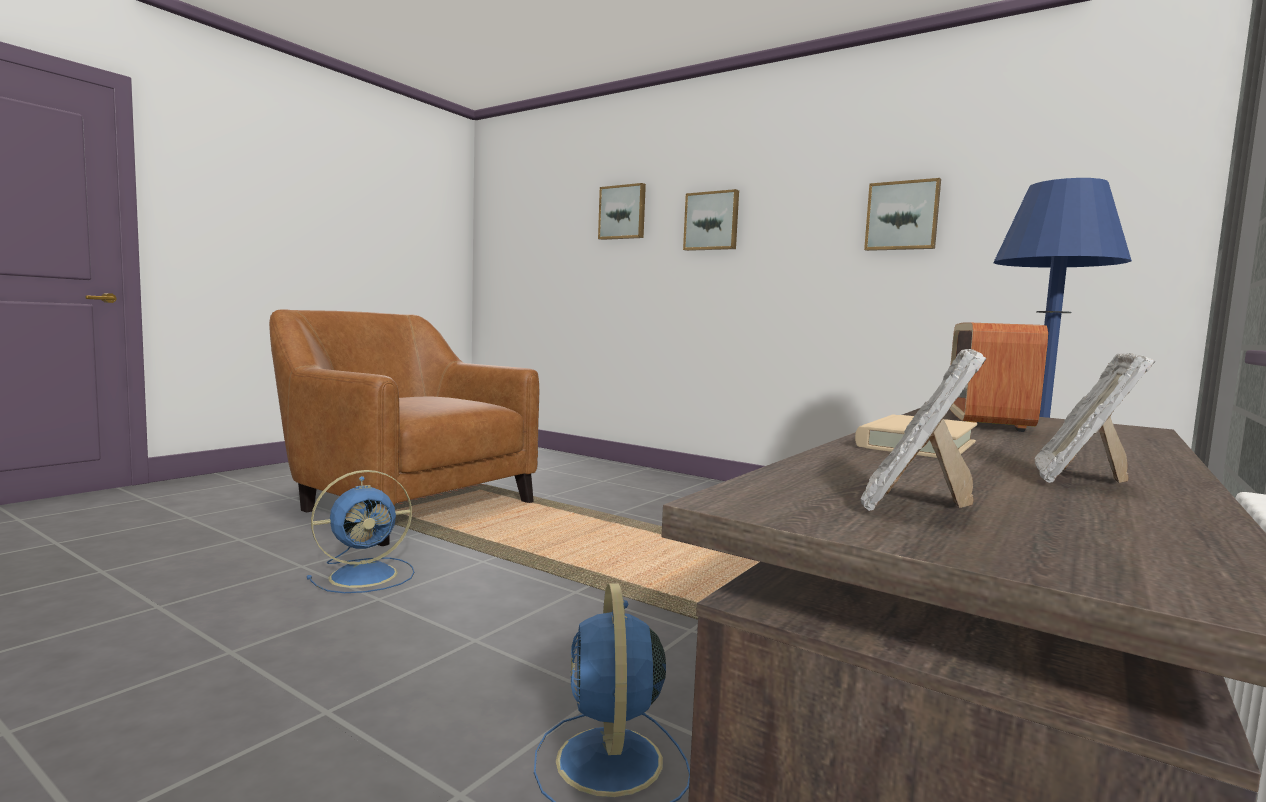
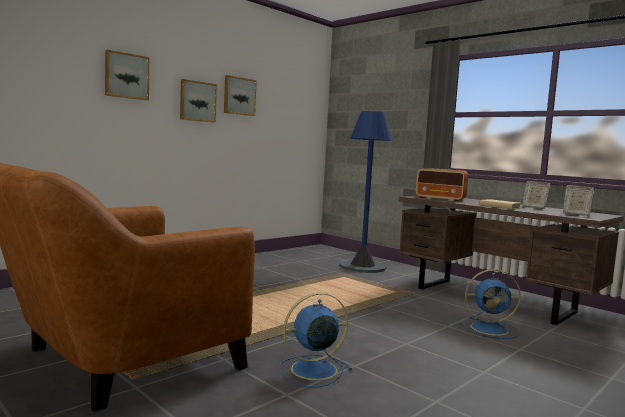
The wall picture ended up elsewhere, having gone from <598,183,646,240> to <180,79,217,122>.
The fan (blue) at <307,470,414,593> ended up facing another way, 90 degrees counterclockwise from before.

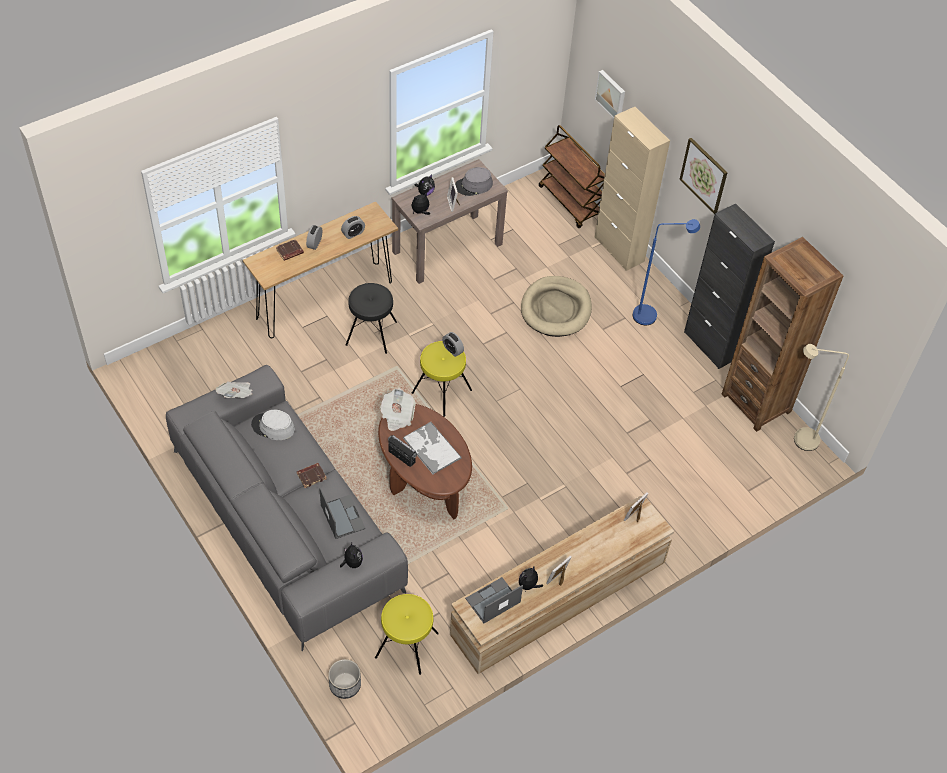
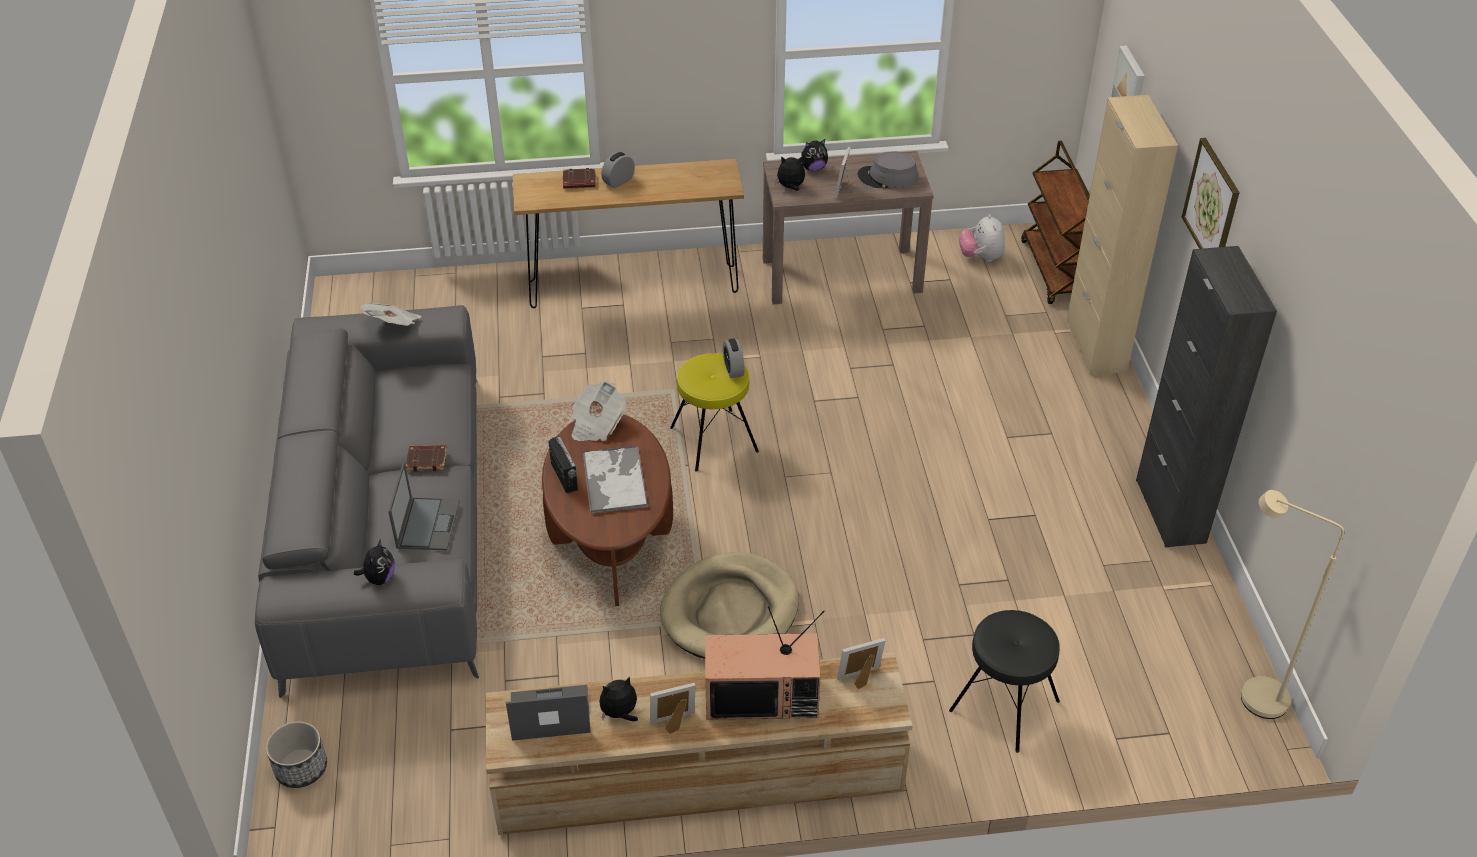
The second view lost the bedside clock at <341,216,365,239>.
The second view lost the standing lamp (blue) at <633,219,700,325>.
The second view lost the shelving unit (brown-coloured) at <722,237,843,432>.
The dog cushion (beige-coloured) ended up elsewhere, having gone from <521,276,592,337> to <660,552,799,659>.
The stool seat (black) ended up elsewhere, having gone from <346,283,397,354> to <949,610,1060,753>.
The second view lost the hat (gray) at <251,410,295,440>.
The second view lost the stool seat (yellowish) at <375,594,439,675>.
The second view gained the plush toy at <959,214,1005,262>.
The second view gained the TV at <705,606,825,720>.

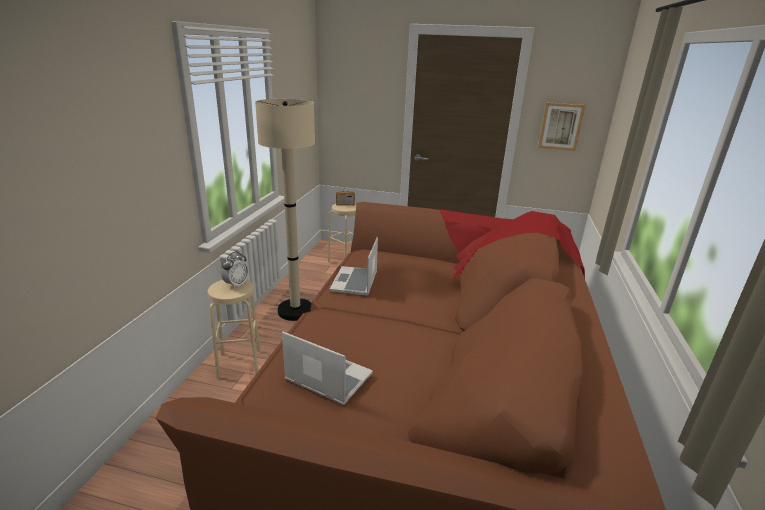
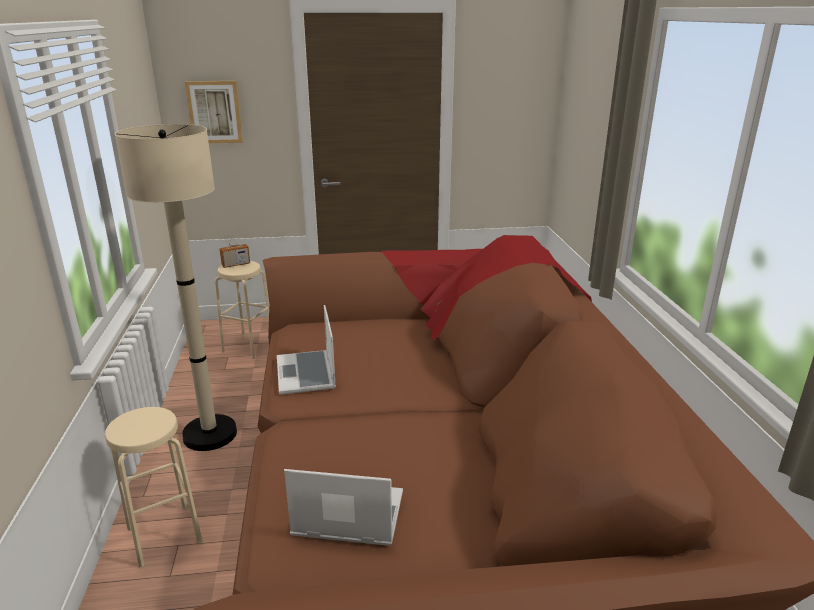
The wall picture ended up elsewhere, having gone from <538,102,585,151> to <185,81,243,143>.
The second view lost the bedside clock at <221,251,249,288>.

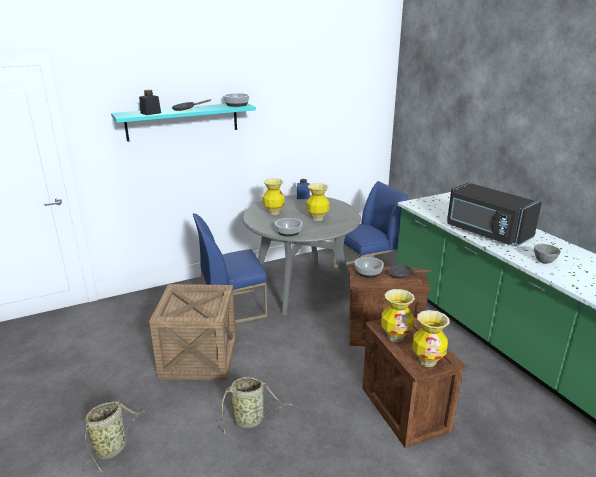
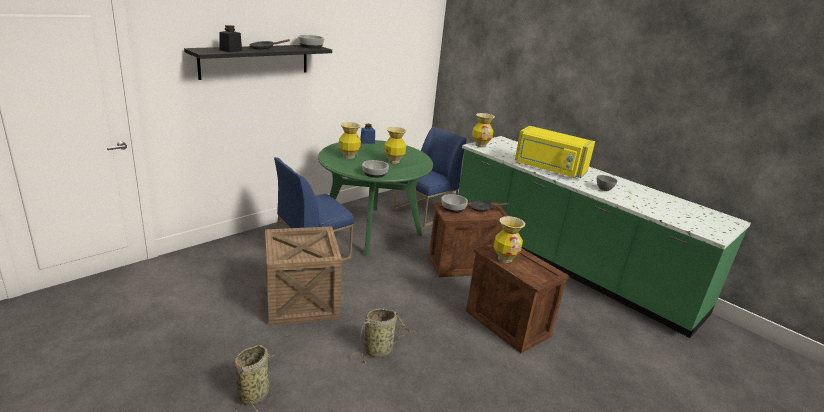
What was the wall shelf (blue-green) at <111,103,256,141> turned into the wall shelf (black) at <184,45,332,80>.
What was the microwave oven (black) at <447,183,542,246> turned into the microwave oven (yellowish) at <515,126,595,178>.
What was the dinner table (gray) at <243,195,361,316> turned into the dinner table (green) at <318,140,433,256>.
The flower vase ended up elsewhere, having gone from <412,310,450,367> to <472,113,495,147>.

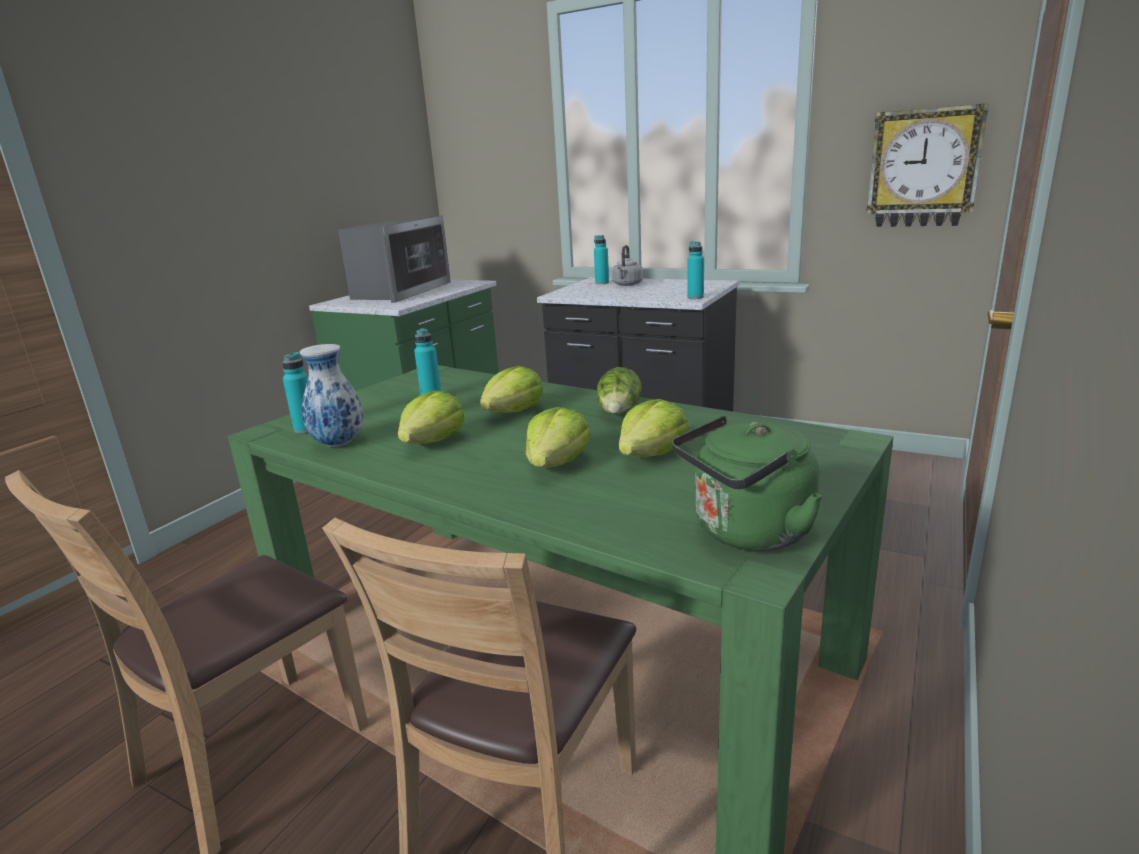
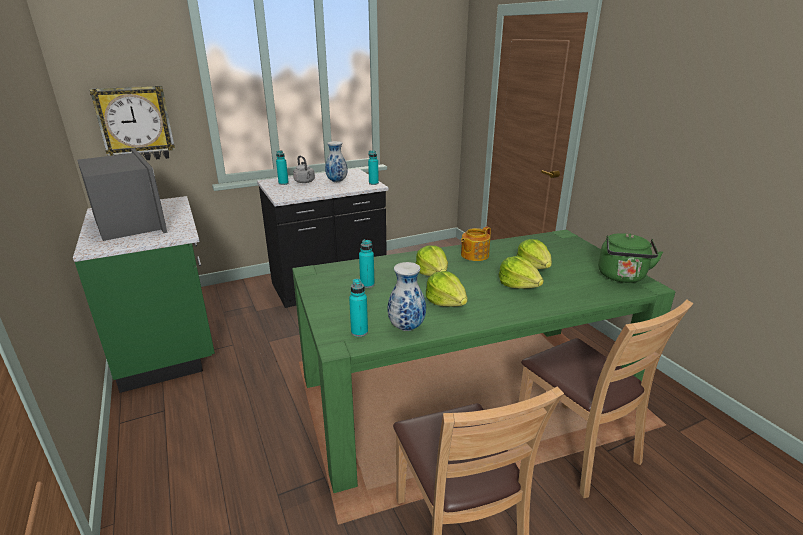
The wall clock ended up elsewhere, having gone from <867,104,989,227> to <90,86,175,160>.
Where the head of lettuce stood at <596,367,641,414>, the teapot came to stand at <461,227,491,261>.
The second view gained the flower vase at <325,141,348,182>.

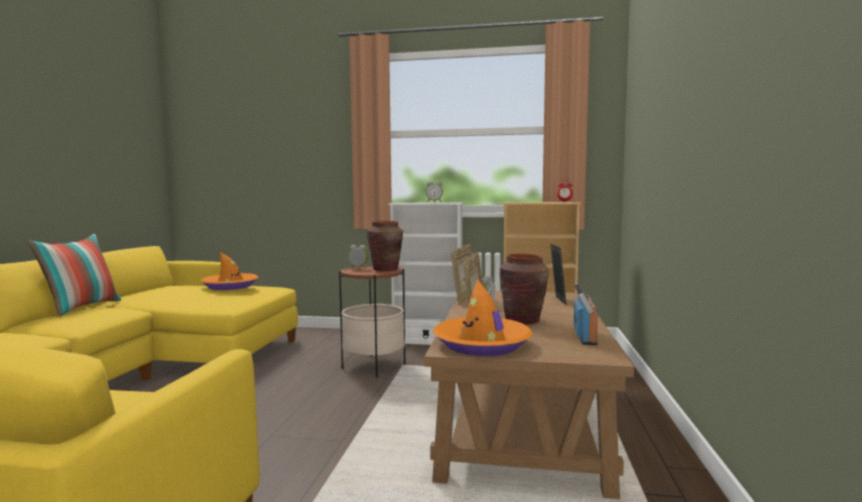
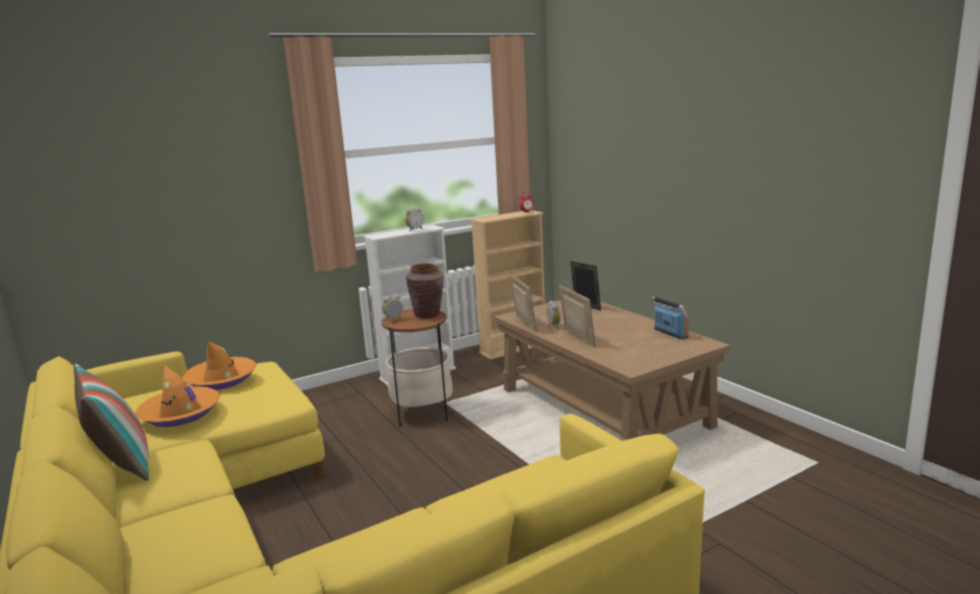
The second view lost the flower vase (brown-coloured) at <499,254,549,324>.
The hat (orange) ended up elsewhere, having gone from <433,279,533,356> to <135,365,220,427>.

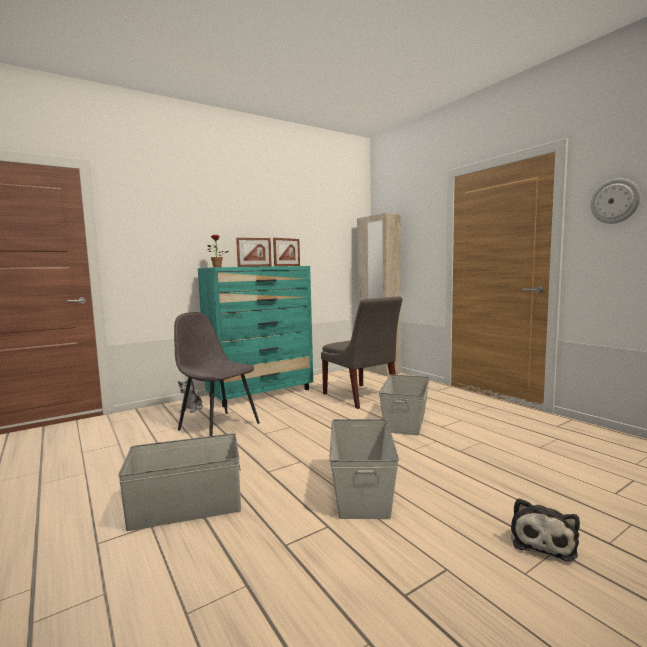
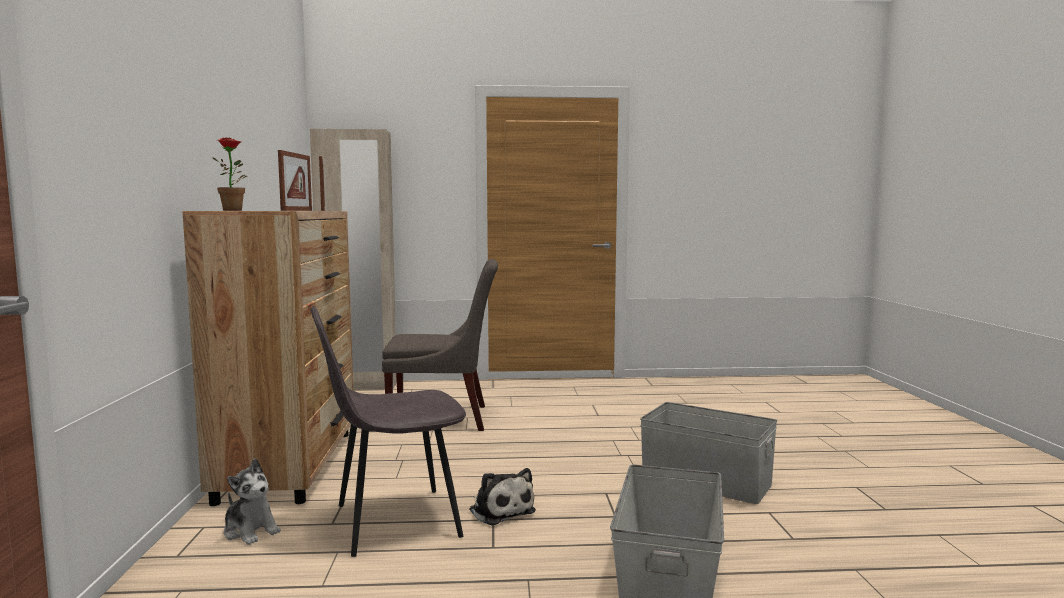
The second view lost the wall clock at <591,178,641,224>.
What was the drawer chest (blue-green) at <198,266,313,407> turned into the drawer chest (brown-coloured) at <182,211,354,506>.
The second view lost the storage container (gray) at <379,374,430,436>.
The plush toy ended up elsewhere, having gone from <511,498,580,562> to <469,468,536,526>.

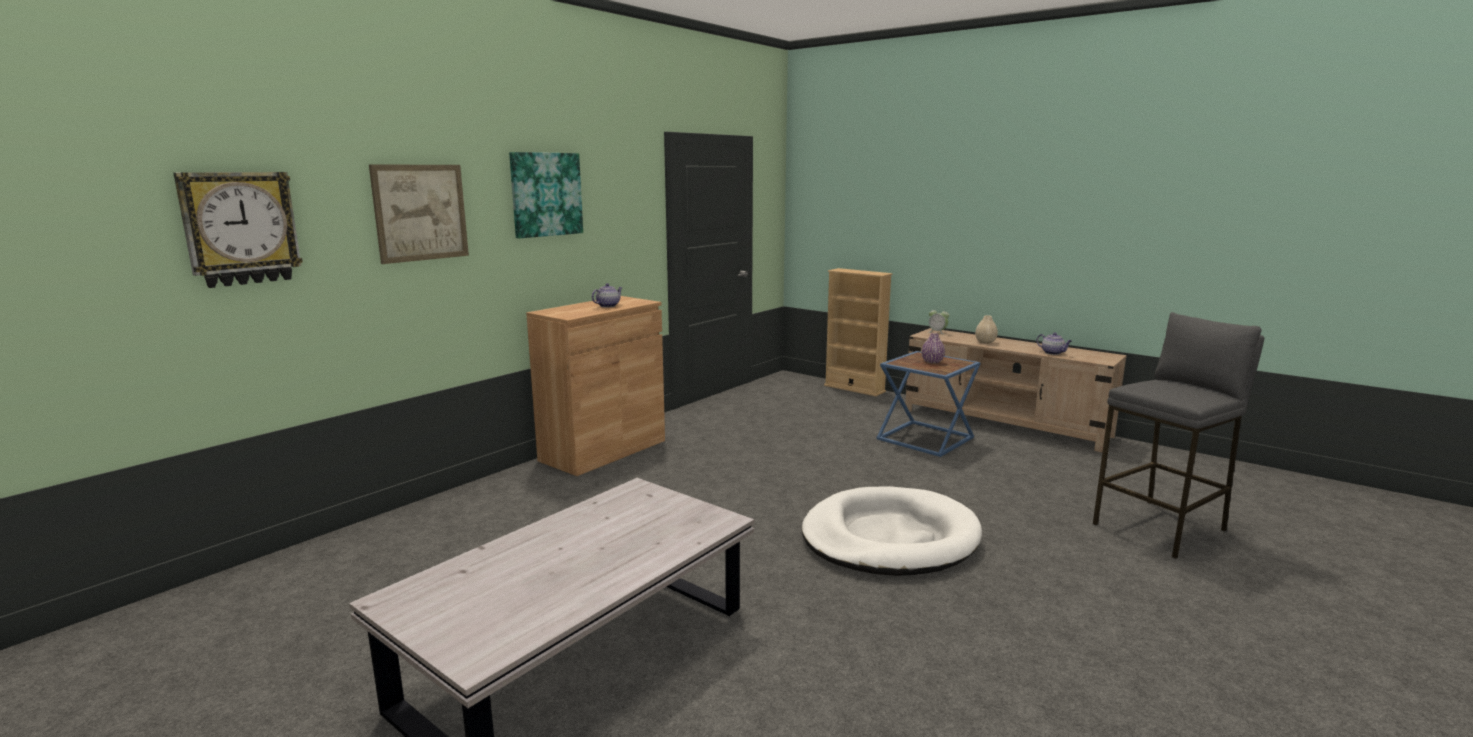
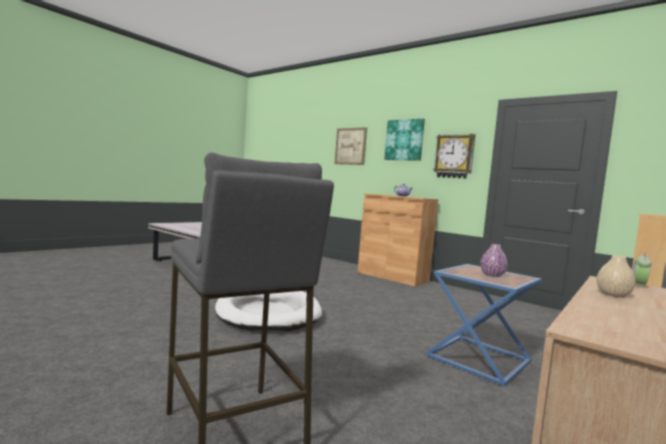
The wall clock ended up elsewhere, having gone from <174,172,303,288> to <433,134,475,179>.
The second view lost the teapot at <1036,332,1072,355>.

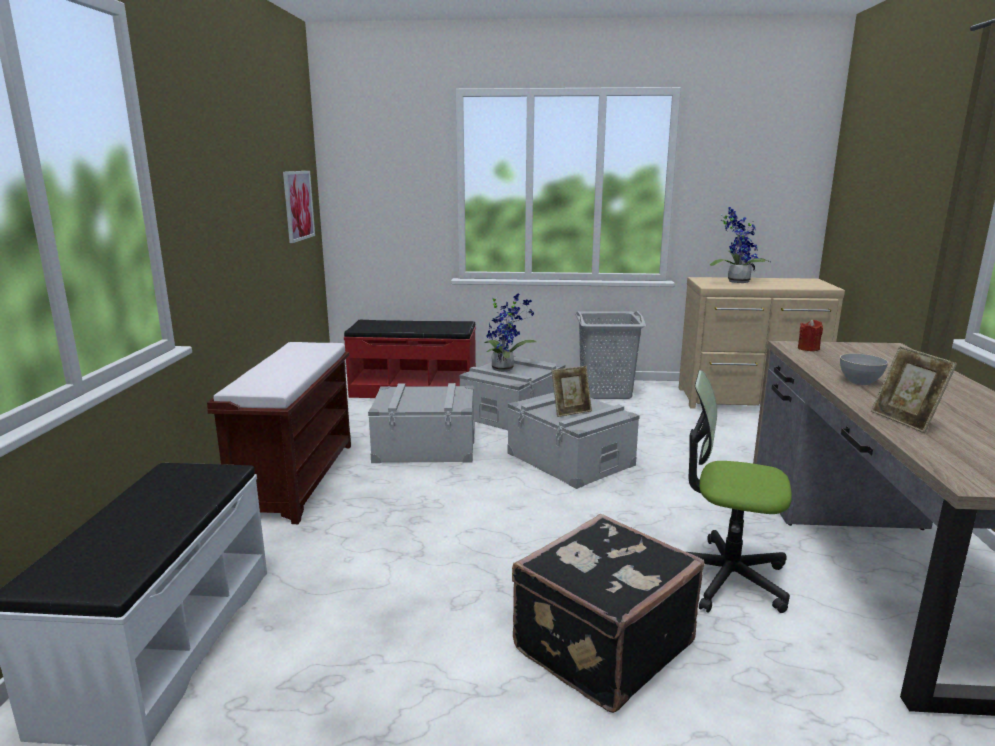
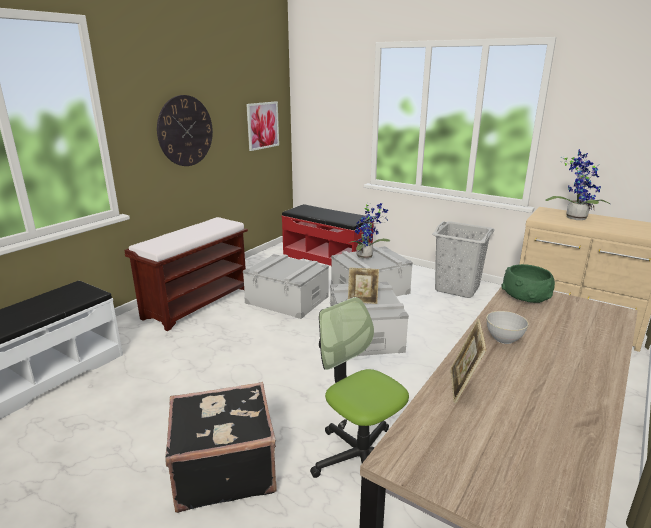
Where the wax light (reddish) stood at <798,319,823,351>, the serving bowl (green) came to stand at <501,264,555,303>.
The second view gained the wall clock at <157,95,213,166>.

